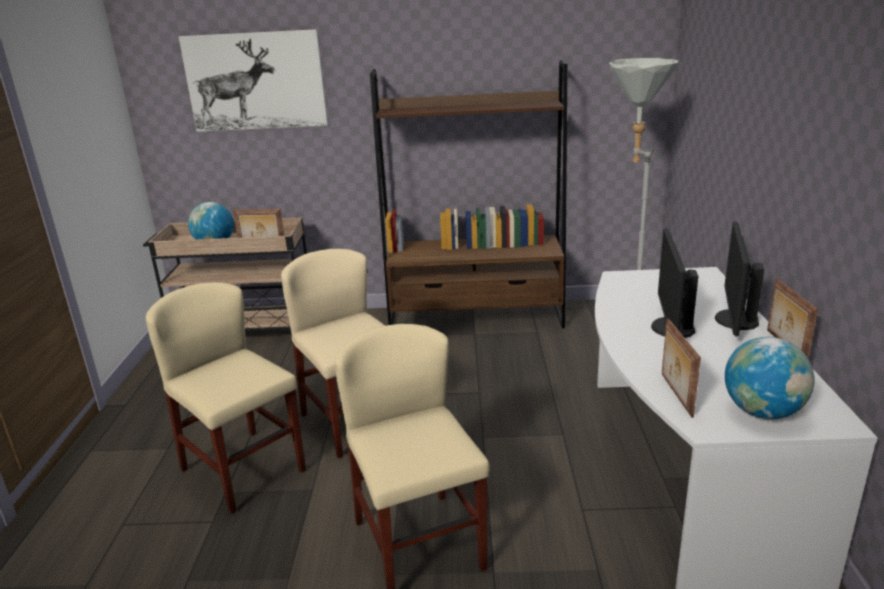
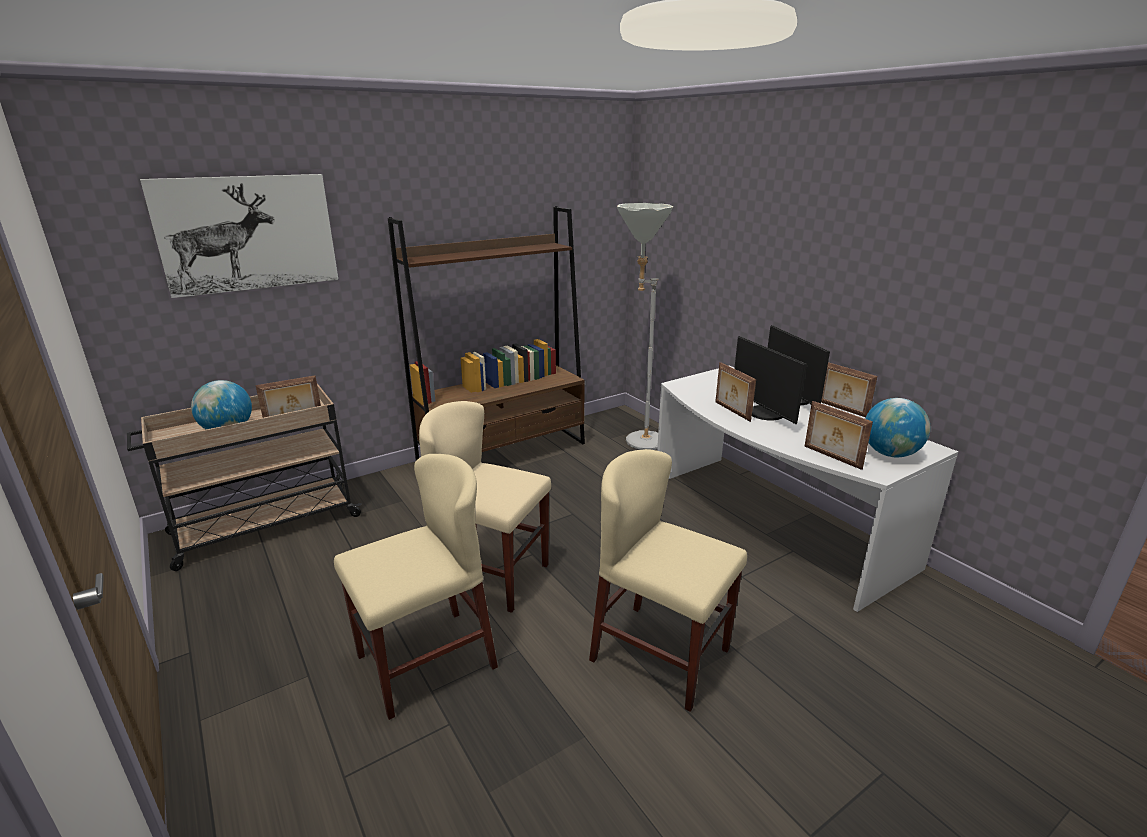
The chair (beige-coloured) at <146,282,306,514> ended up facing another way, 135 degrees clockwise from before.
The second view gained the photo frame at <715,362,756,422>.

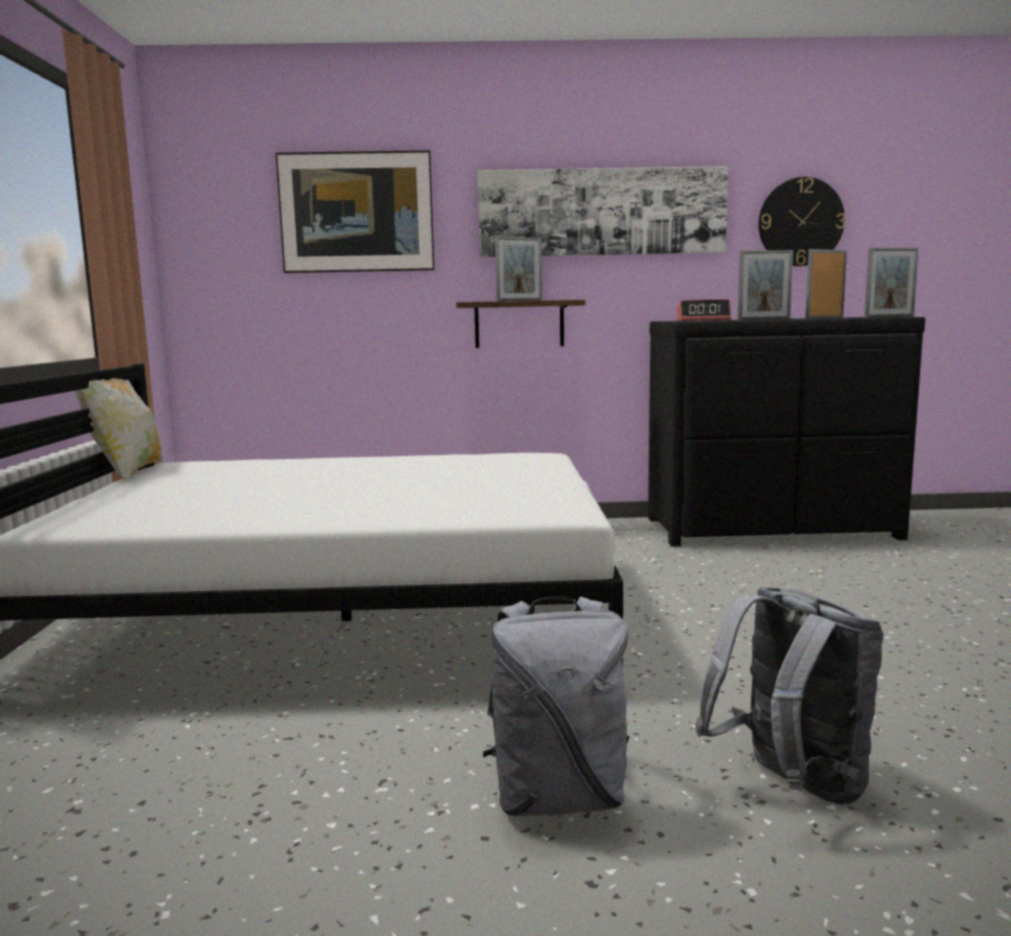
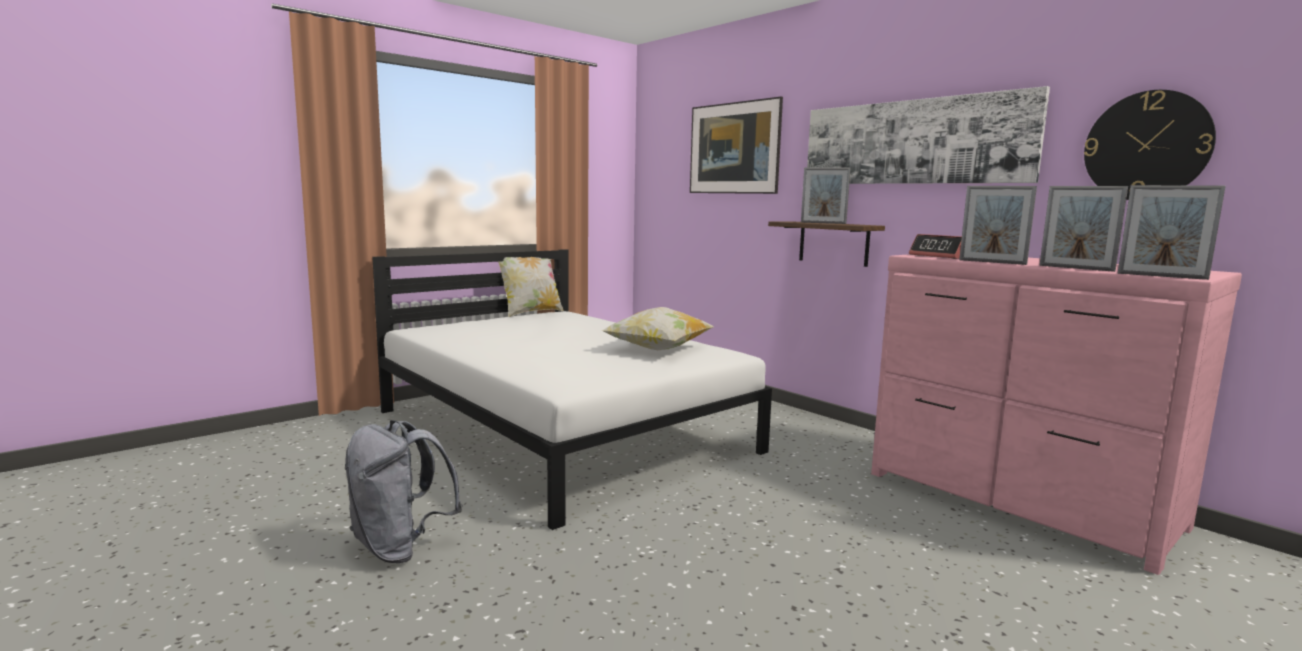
The photo frame at <805,249,847,319> ended up facing another way, 150 degrees counterclockwise from before.
What was the drawer chest (black) at <648,317,925,547> turned into the drawer chest (pink) at <871,254,1242,575>.
The second view lost the backpack (gray) at <695,587,884,805>.
The second view gained the pillow at <602,307,714,350>.

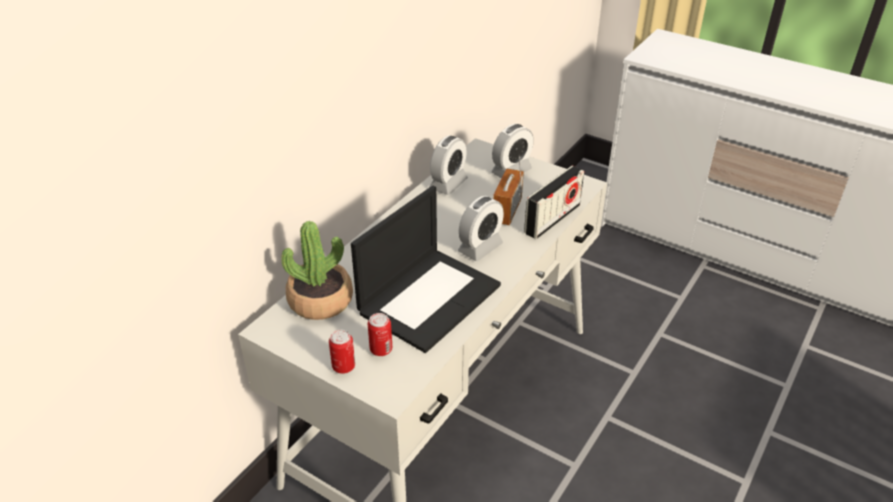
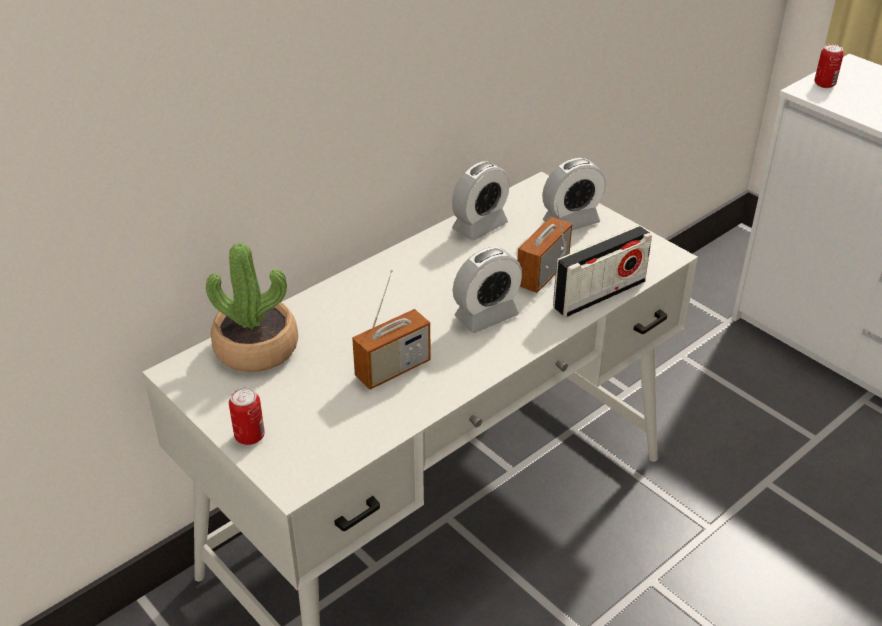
Where the portable computer stood at <351,186,501,353>, the radio came to stand at <352,269,431,390>.
The can ended up elsewhere, having gone from <368,313,392,356> to <814,44,844,88>.

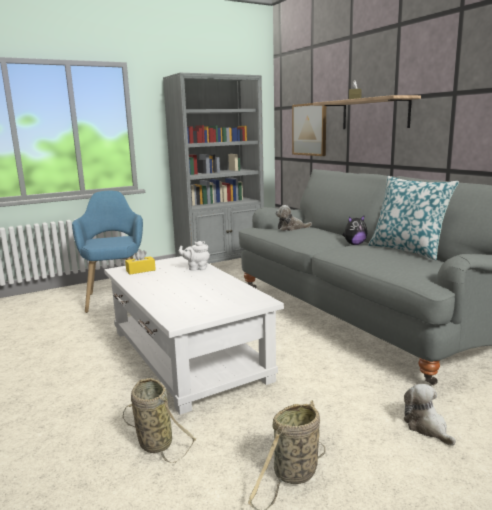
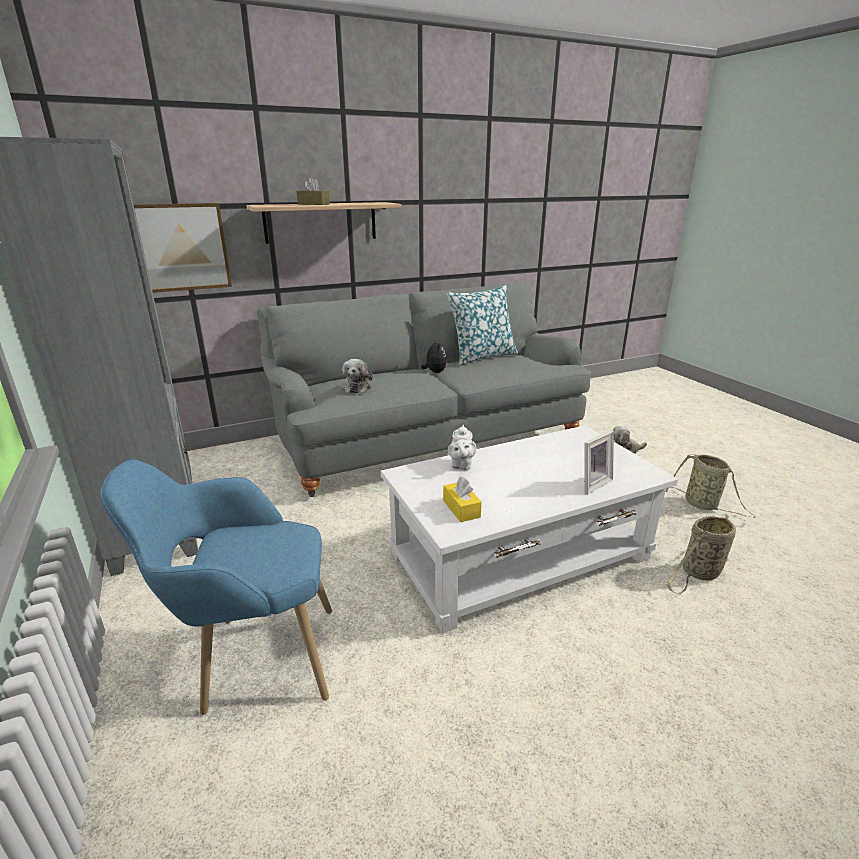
The second view gained the photo frame at <584,430,614,495>.

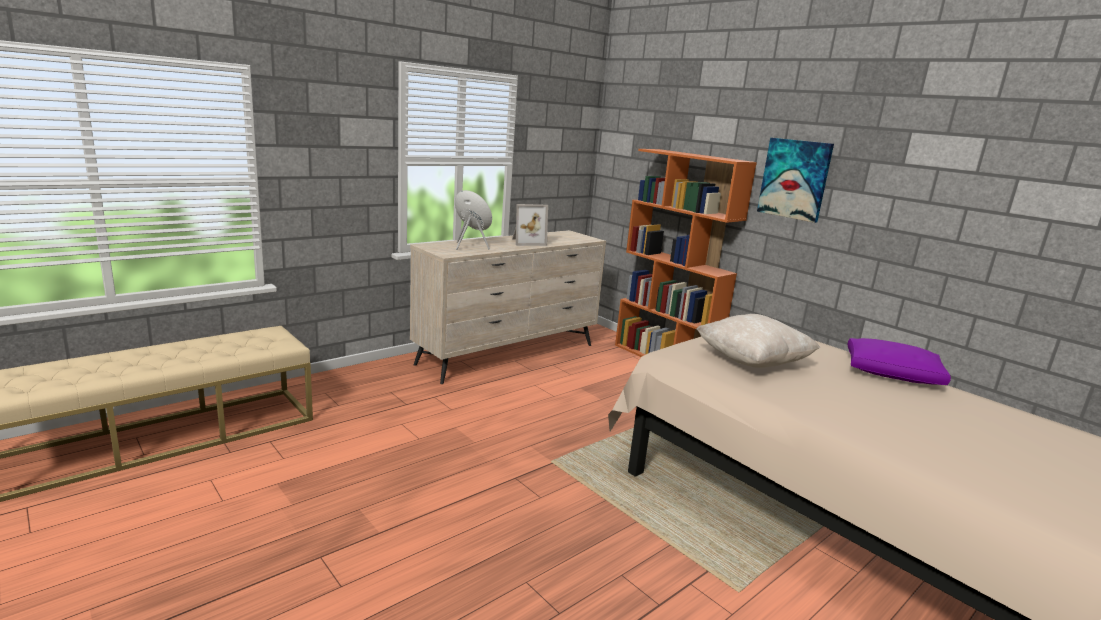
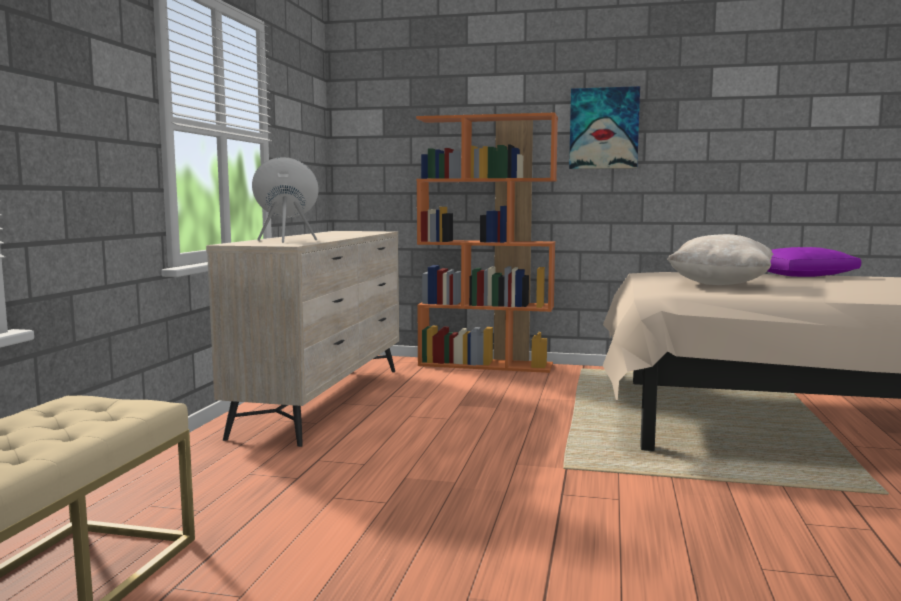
The second view lost the photo frame at <512,204,548,246>.

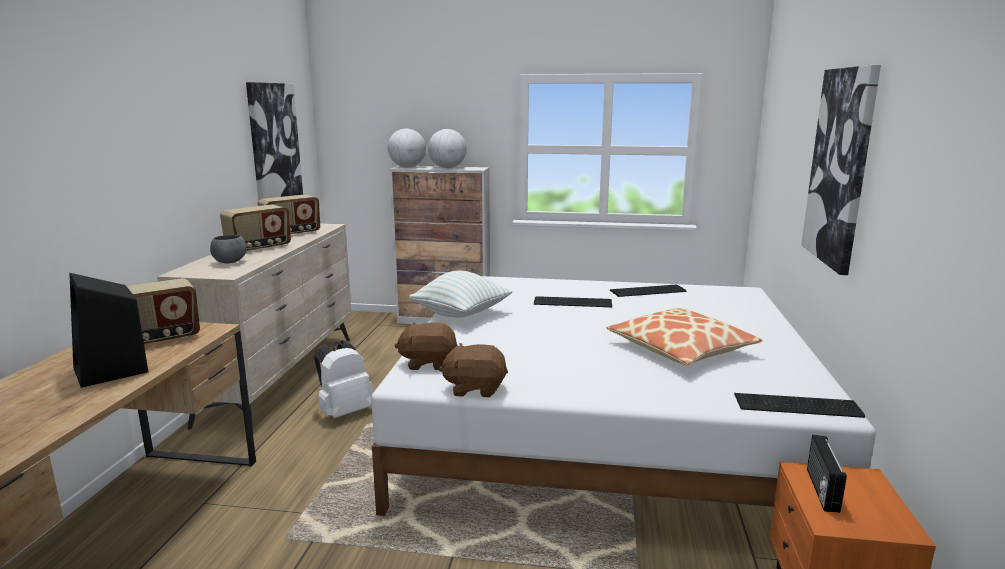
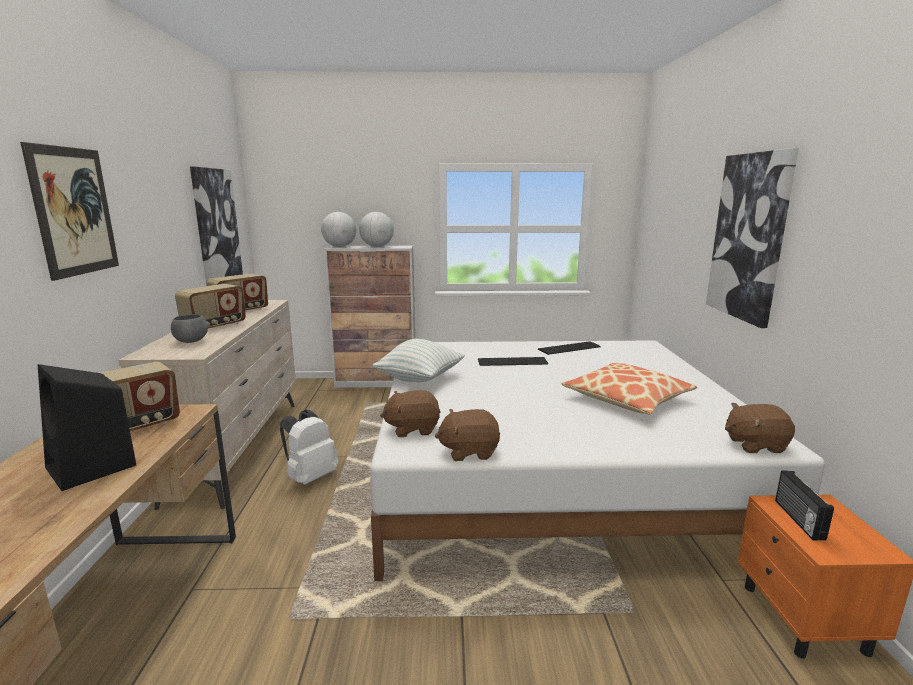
Where the keyboard stood at <734,393,865,418>, the plush toy (brown-coloured) came to stand at <725,403,795,453>.
The second view gained the wall picture at <20,142,119,281>.

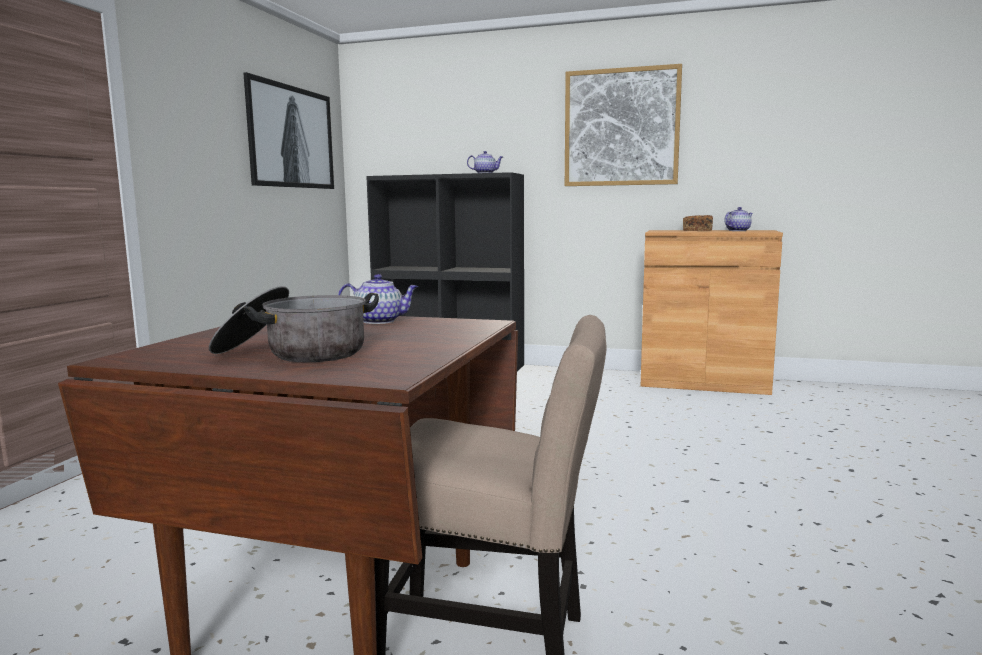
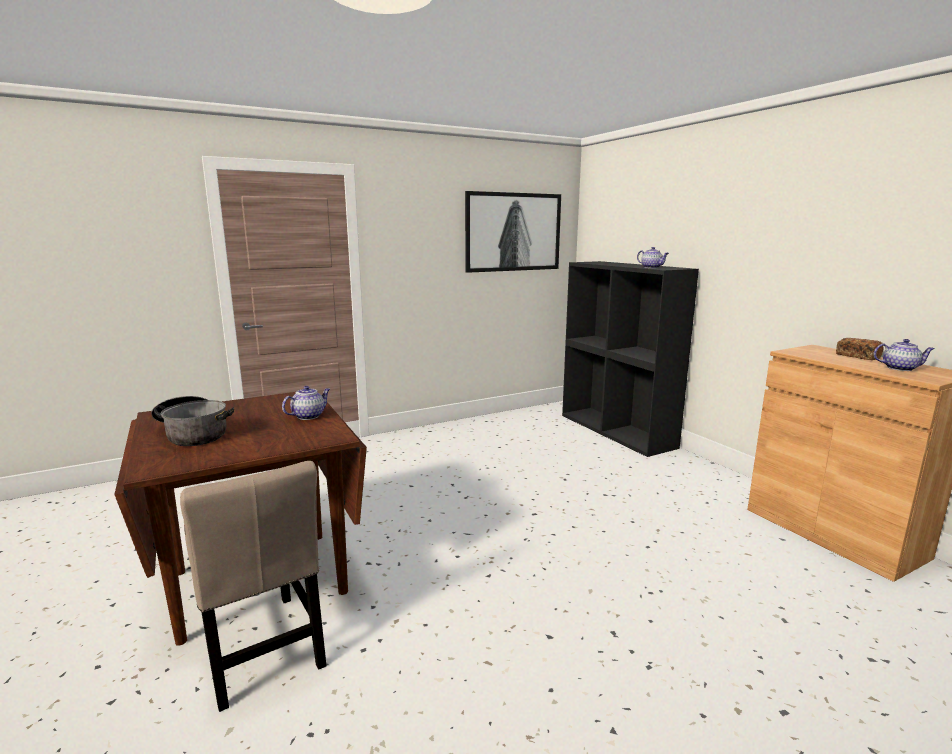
The second view lost the wall picture at <565,64,682,186>.
The teapot at <338,274,418,324> ended up facing another way, 90 degrees counterclockwise from before.

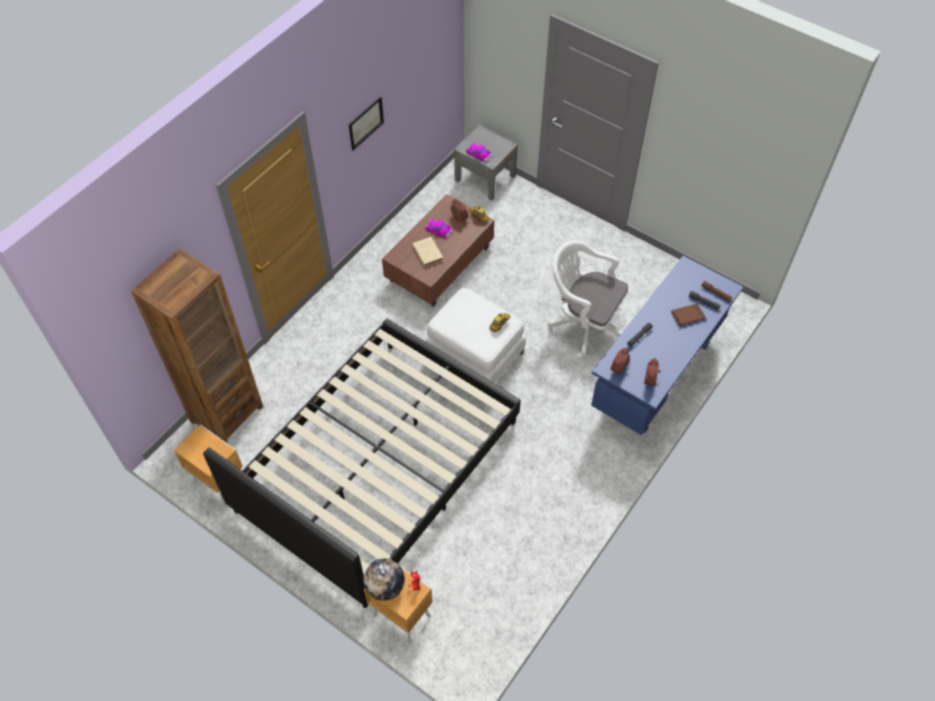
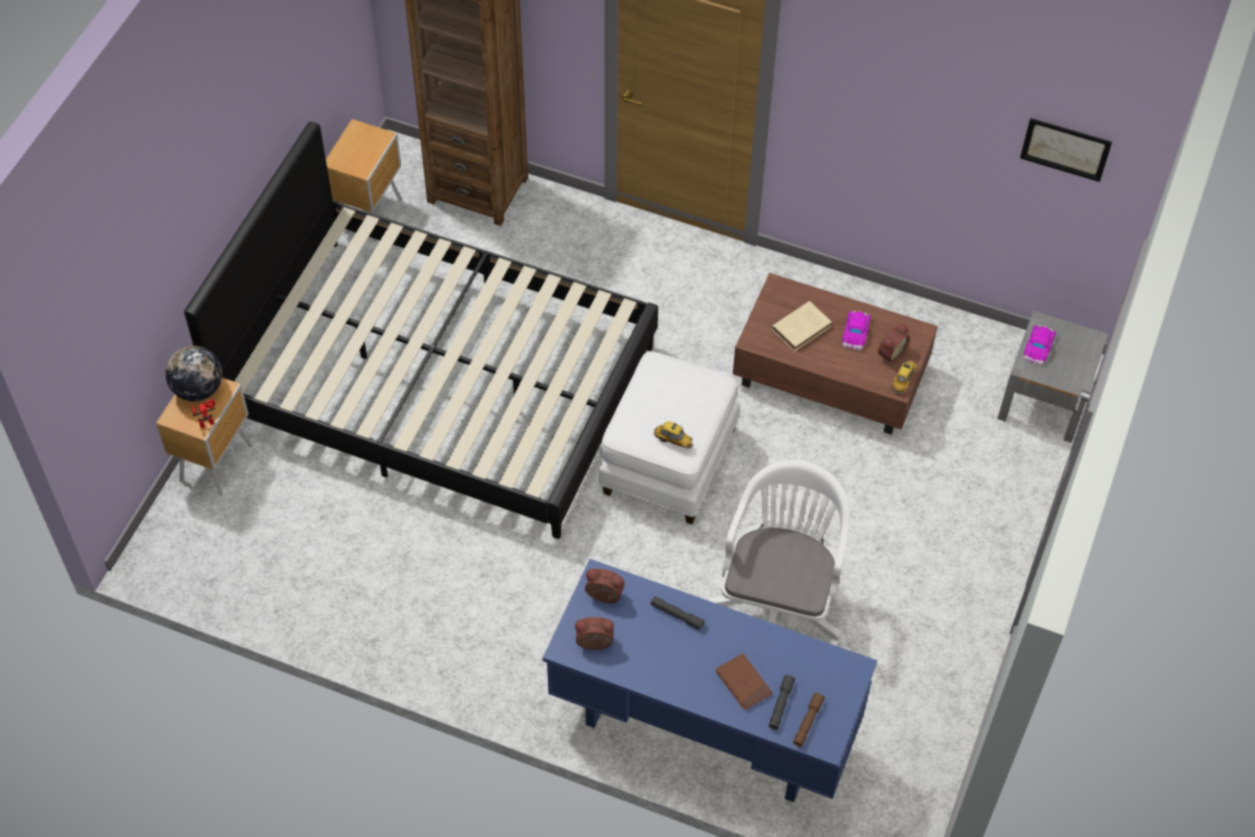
The wall picture ended up elsewhere, having gone from <349,96,384,151> to <1020,118,1112,182>.

